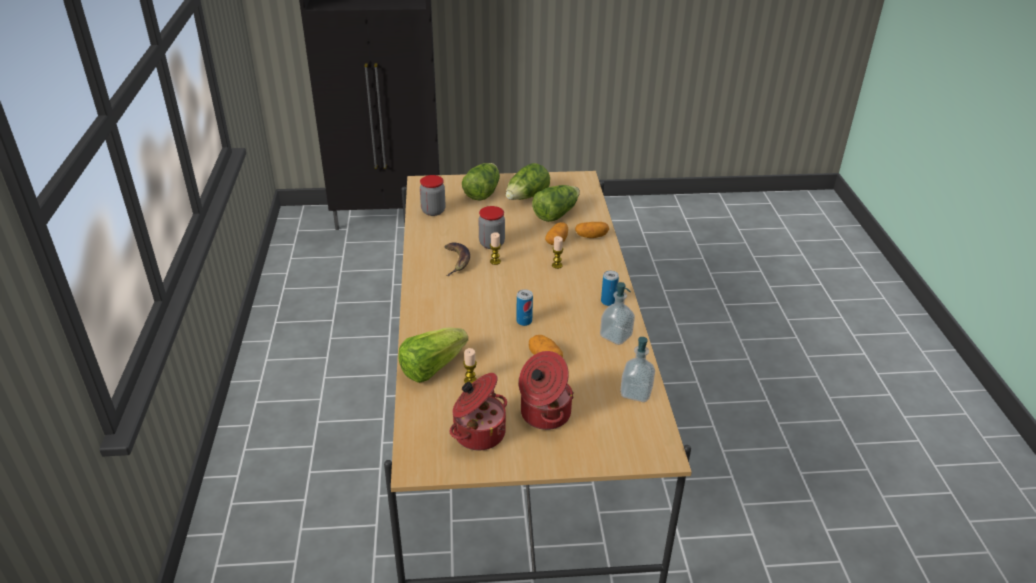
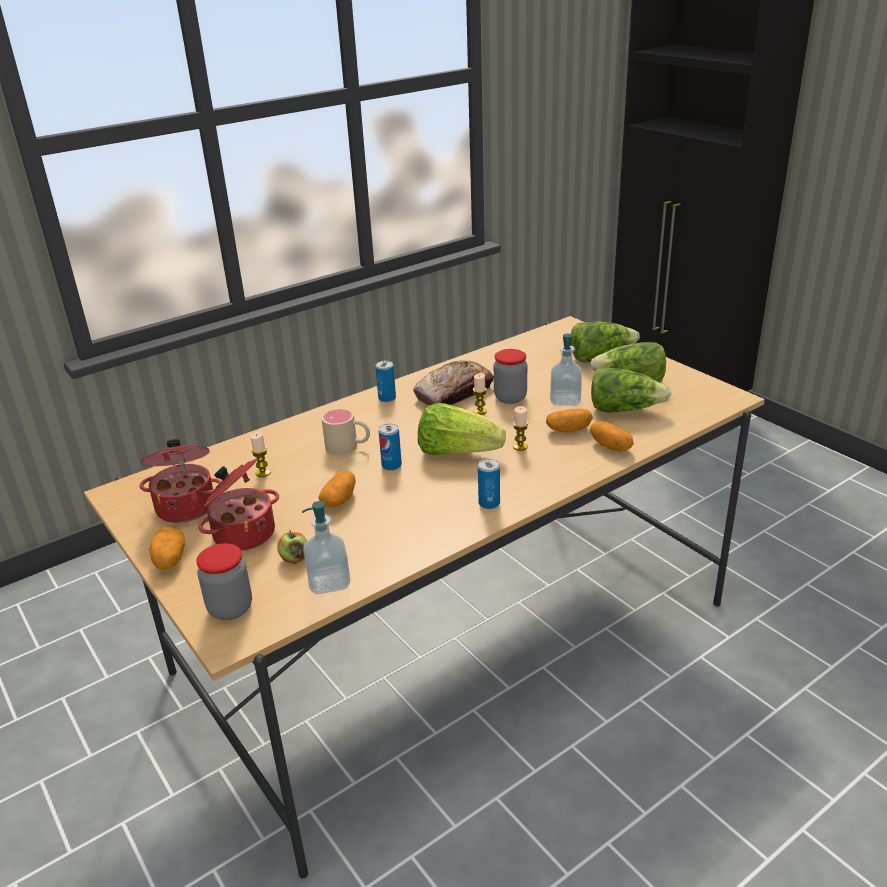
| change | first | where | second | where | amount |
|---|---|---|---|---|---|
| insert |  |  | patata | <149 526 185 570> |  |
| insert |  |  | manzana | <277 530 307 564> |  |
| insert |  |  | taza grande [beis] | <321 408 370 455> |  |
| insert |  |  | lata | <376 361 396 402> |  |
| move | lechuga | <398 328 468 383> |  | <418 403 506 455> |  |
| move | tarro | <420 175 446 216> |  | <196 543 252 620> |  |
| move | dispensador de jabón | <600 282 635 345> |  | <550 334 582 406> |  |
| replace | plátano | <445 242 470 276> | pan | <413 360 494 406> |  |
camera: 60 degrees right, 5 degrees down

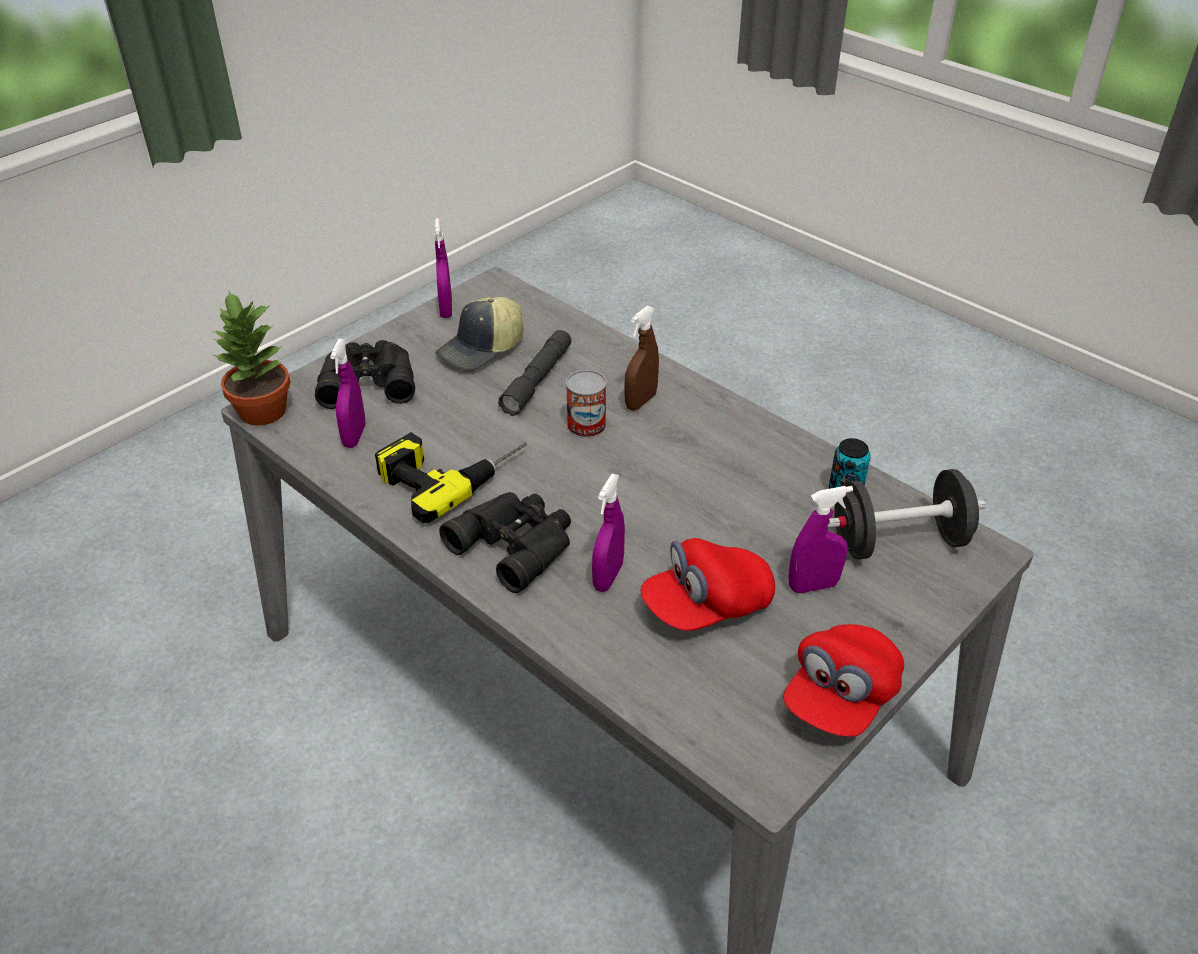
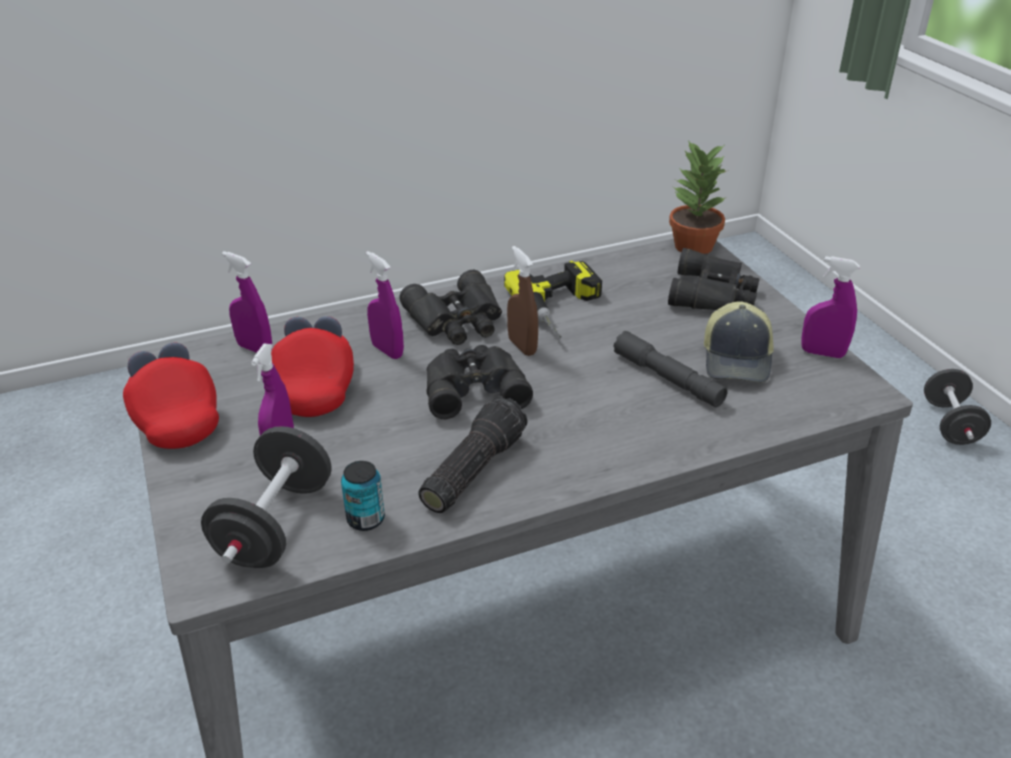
| change | first | where | second | where | amount |
|---|---|---|---|---|---|
| delete | lata | <566 370 606 438> |  |  |  |
| insert |  |  | linterna | <418 396 528 513> |  |
| insert |  |  | prismáticos [negro] | <426 345 533 419> |  |
| insert |  |  | mancuerna [negro] | <924 369 991 445> |  |
| move | pulverizador [morado] | <330 339 365 448> |  | <222 251 272 353> |  |
| move | pulverizador [marrón] | <624 306 659 411> |  | <507 246 538 356> |  |
| rotate | gorra | <435 297 524 371> |  | <704 301 774 383> | 150 degrees counterclockwise |
camera: 115 degrees right, 5 degrees down

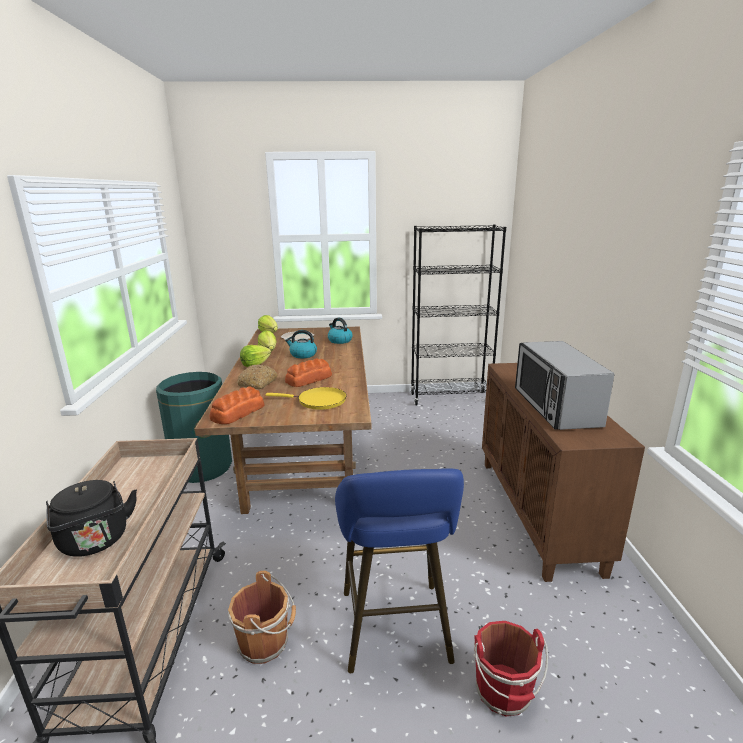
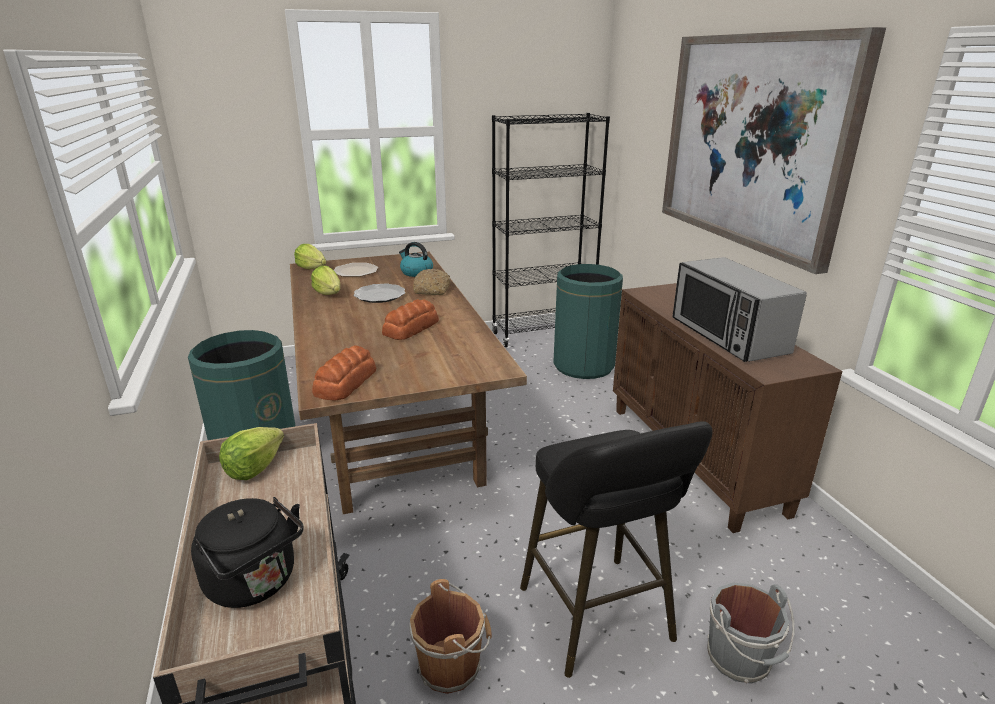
| change | first | where | second | where | amount |
|---|---|---|---|---|---|
| delete | sartén [amarillo] | <266 387 347 410> |  |  |  |
| insert |  |  | papelera [verde] | <553 264 623 379> |  |
| insert |  |  | cuadro | <662 27 886 274> |  |
| move | pan | <237 364 277 389> |  | <413 269 450 295> |  |
| move | lechuga | <240 345 271 367> |  | <219 427 284 480> |  |
| replace | hervidor | <285 330 317 358> | plato | <353 283 405 303> |  |
| recolor | taburete [azul] | <335 468 464 673> | taburete [negro] | <520 421 713 678> |  |
| recolor | cubo [rojo] | <473 621 548 716> | cubo [gris] | <707 582 795 684> |  |
camera: 15 degrees left, 5 degrees up

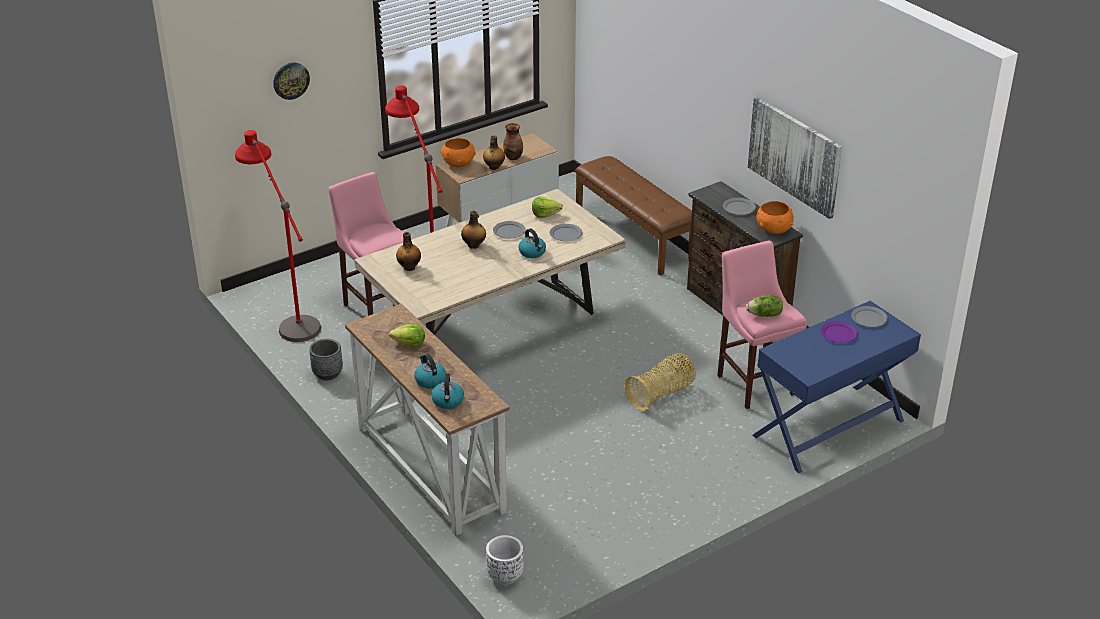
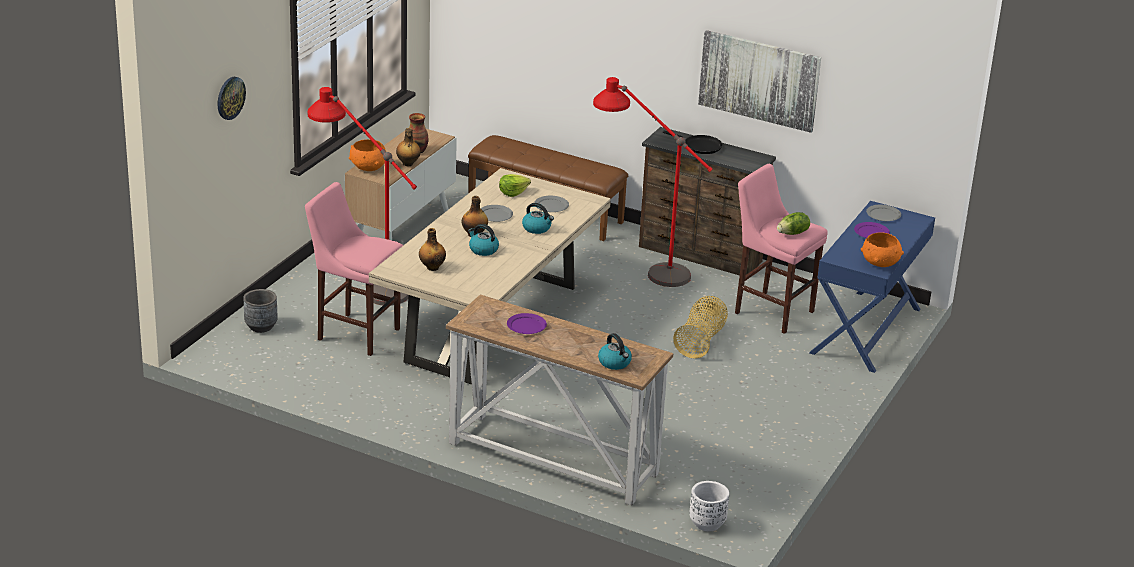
| change | first | where | second | where | amount |
|---|---|---|---|---|---|
| move | lámpara de pie [rojo] | <235 130 321 342> |  | <593 77 712 287> |  |
| move | maceta [gris] | <309 339 343 380> |  | <243 289 278 333> |  |
| move | hervidor | <414 354 446 389> |  | <468 224 499 256> |  |
| move | cuenco [naranja] | <757 201 794 234> |  | <861 232 904 267> |  |
| replace | lechuga | <389 324 425 348> | plato [morado] | <507 313 547 334> |  |
| replace | plato [gris] | <723 198 756 215> | sartén [negro] | <663 130 722 154> |  |
camera: 30 degrees left, 5 degrees down

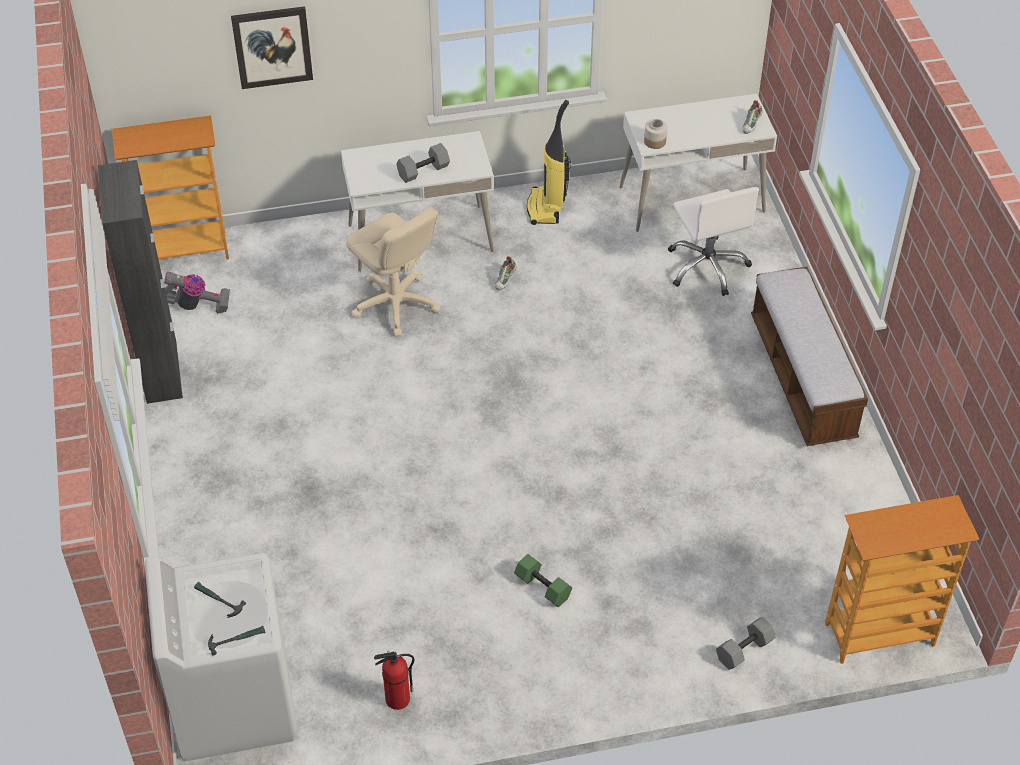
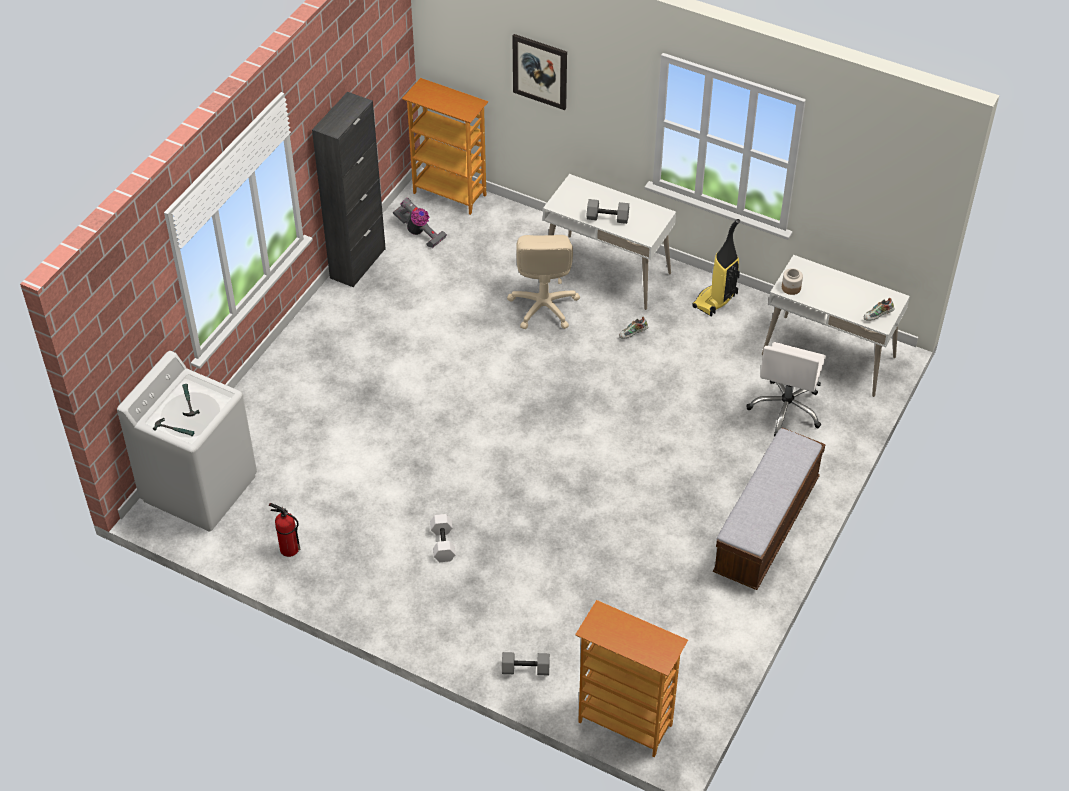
| change | first | where | second | where | amount |
|---|---|---|---|---|---|
| recolor | mancuerna [verde] | <514 554 572 607> | mancuerna [blanco] | <430 514 456 562> |  |
camera: 40 degrees right, 0 degrees up

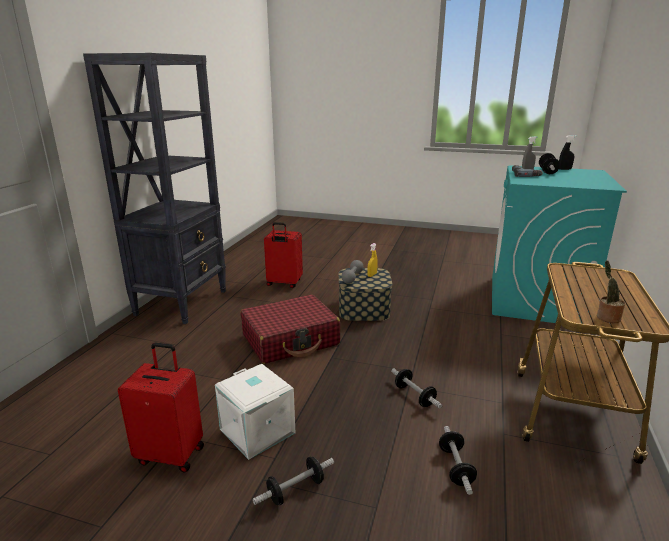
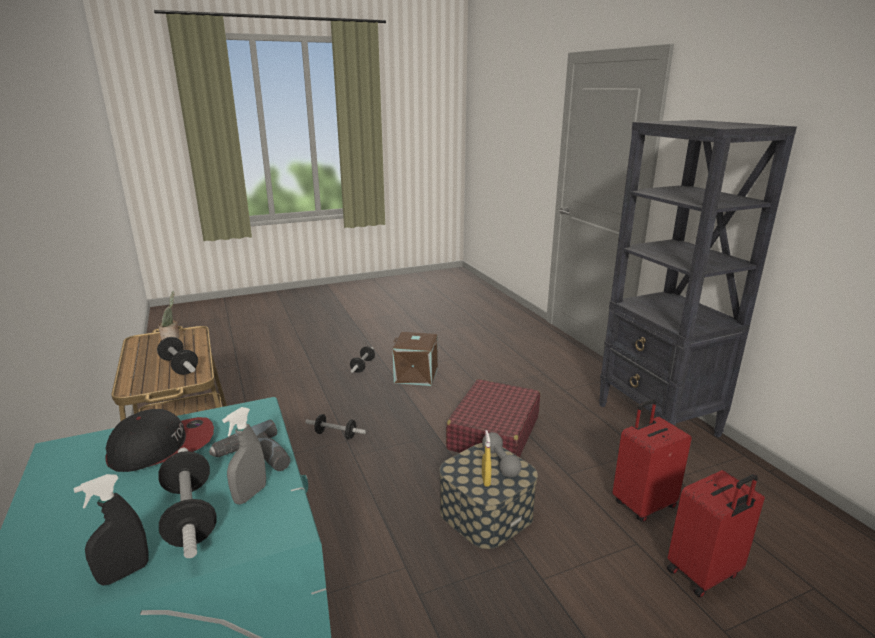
| change | first | where | second | where | amount |
|---|---|---|---|---|---|
| insert |  |  | gorra | <105 409 214 472> |  |
| move | maleta [rojo] | <118 343 204 472> |  | <667 470 765 598> |  |
| move | mancuerna | <439 426 477 495> |  | <157 337 198 375> |  |
| recolor | caja de almacenaje [blanco] | <215 364 295 460> | caja de almacenaje [marrón] | <393 332 438 386> |  |
camera: 140 degrees right, 0 degrees up

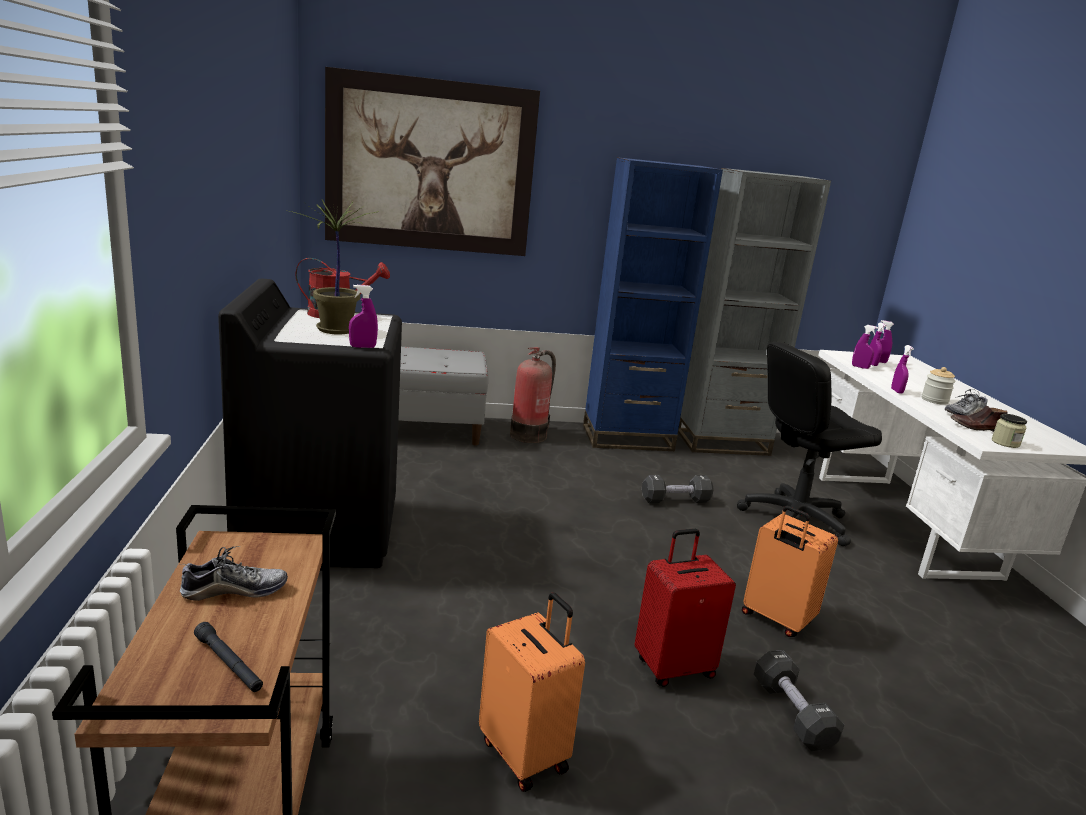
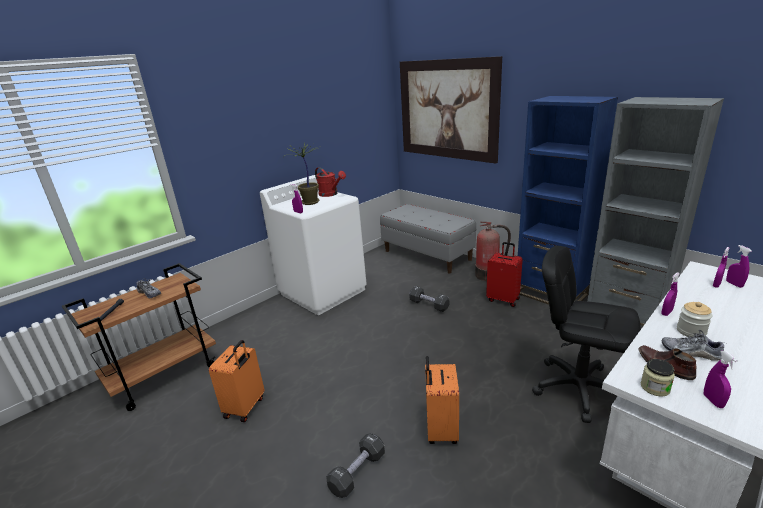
| change | first | where | second | where | amount |
|---|---|---|---|---|---|
| move | maleta [rojo] | <634 529 736 687> |  | <486 242 523 307> |  |
| move | mancuerna [negro] | <642 475 714 503> |  | <409 286 449 312> |  |
| move | pulverizador [morado] | <852 325 878 369> |  | <704 351 738 408> |  |
| recolor | lavadora [negro] | <218 278 402 568> | lavadora [blanco] | <260 175 367 315> |  |
camera: 55 degrees right, 5 degrees up

